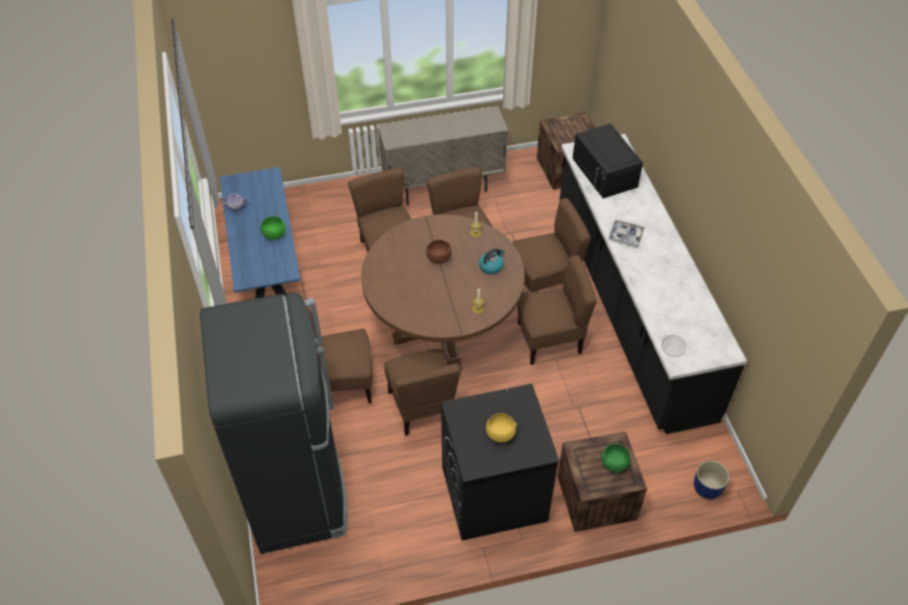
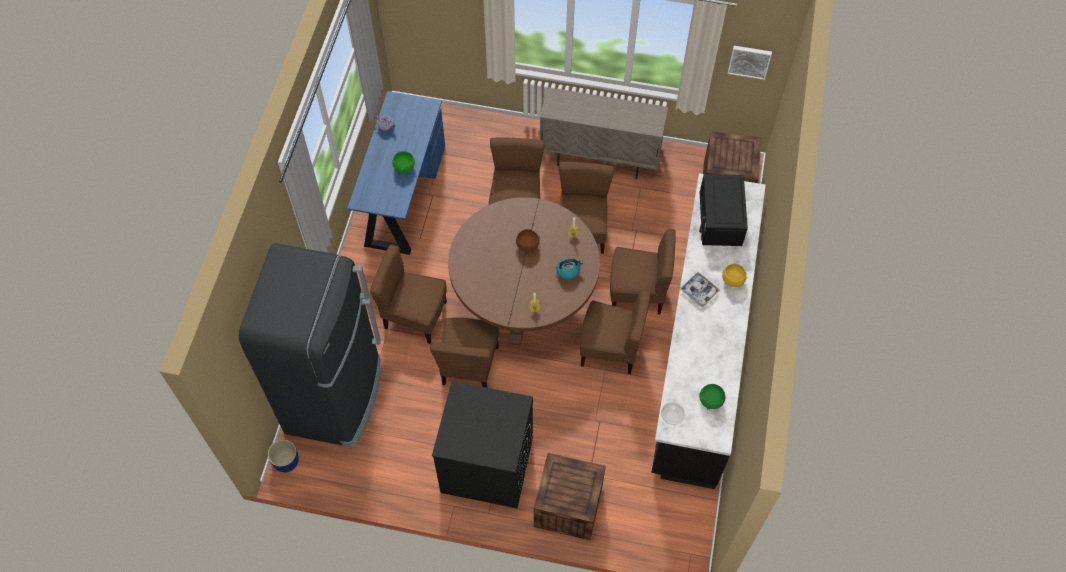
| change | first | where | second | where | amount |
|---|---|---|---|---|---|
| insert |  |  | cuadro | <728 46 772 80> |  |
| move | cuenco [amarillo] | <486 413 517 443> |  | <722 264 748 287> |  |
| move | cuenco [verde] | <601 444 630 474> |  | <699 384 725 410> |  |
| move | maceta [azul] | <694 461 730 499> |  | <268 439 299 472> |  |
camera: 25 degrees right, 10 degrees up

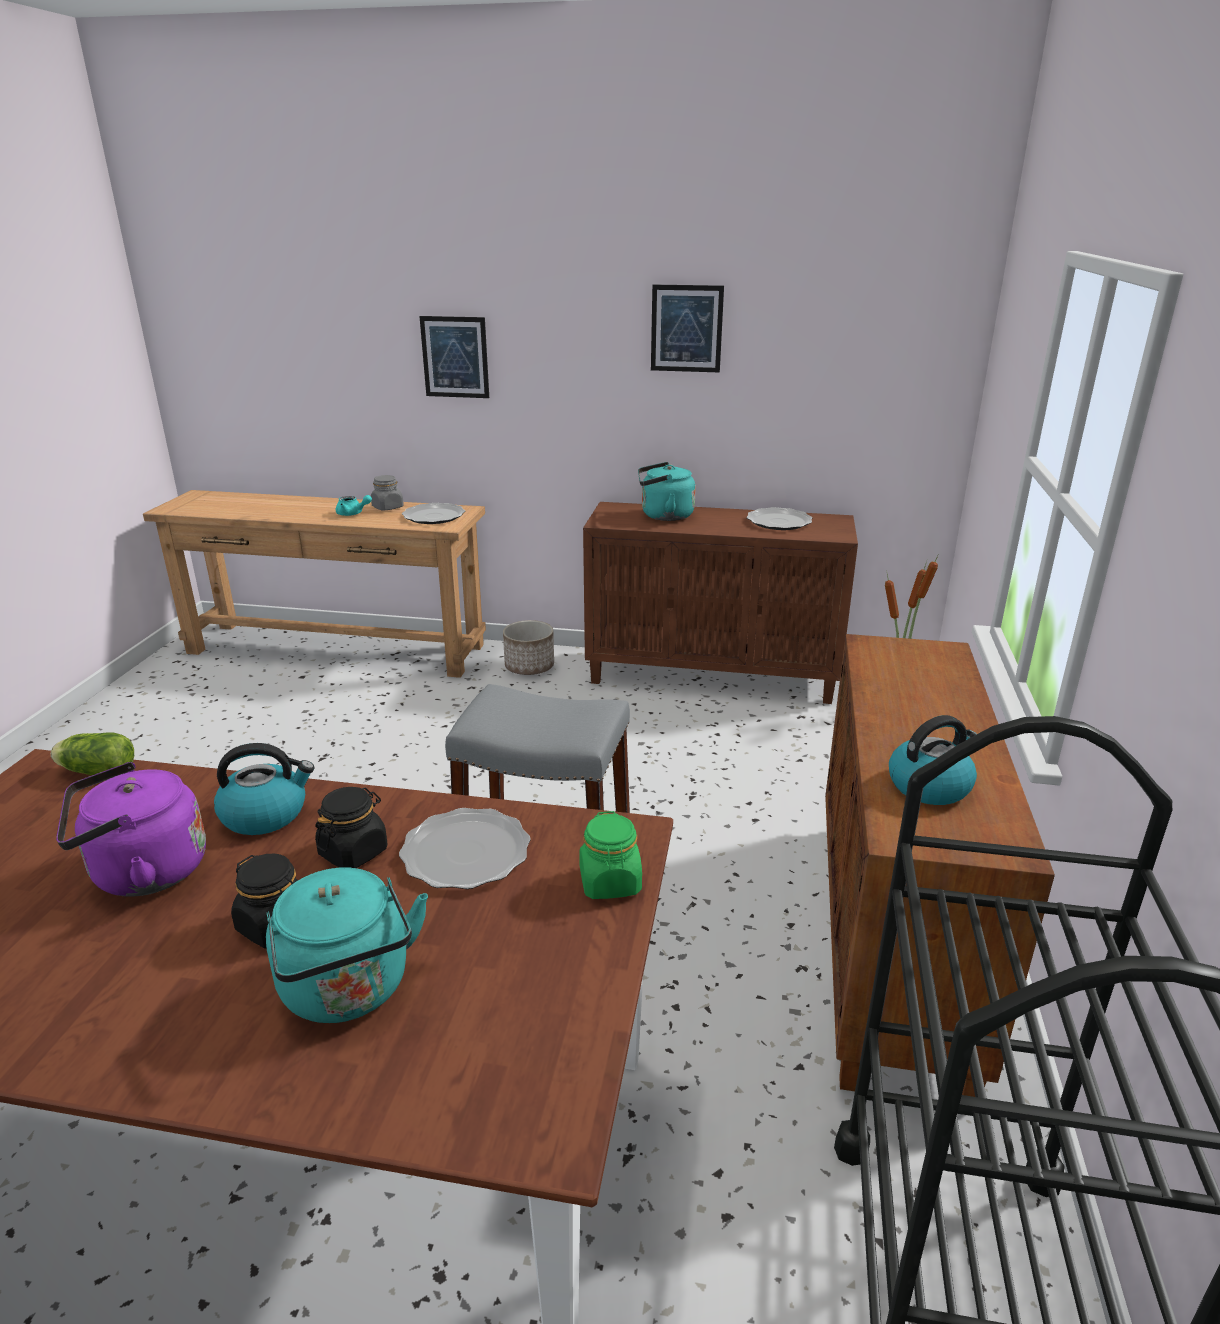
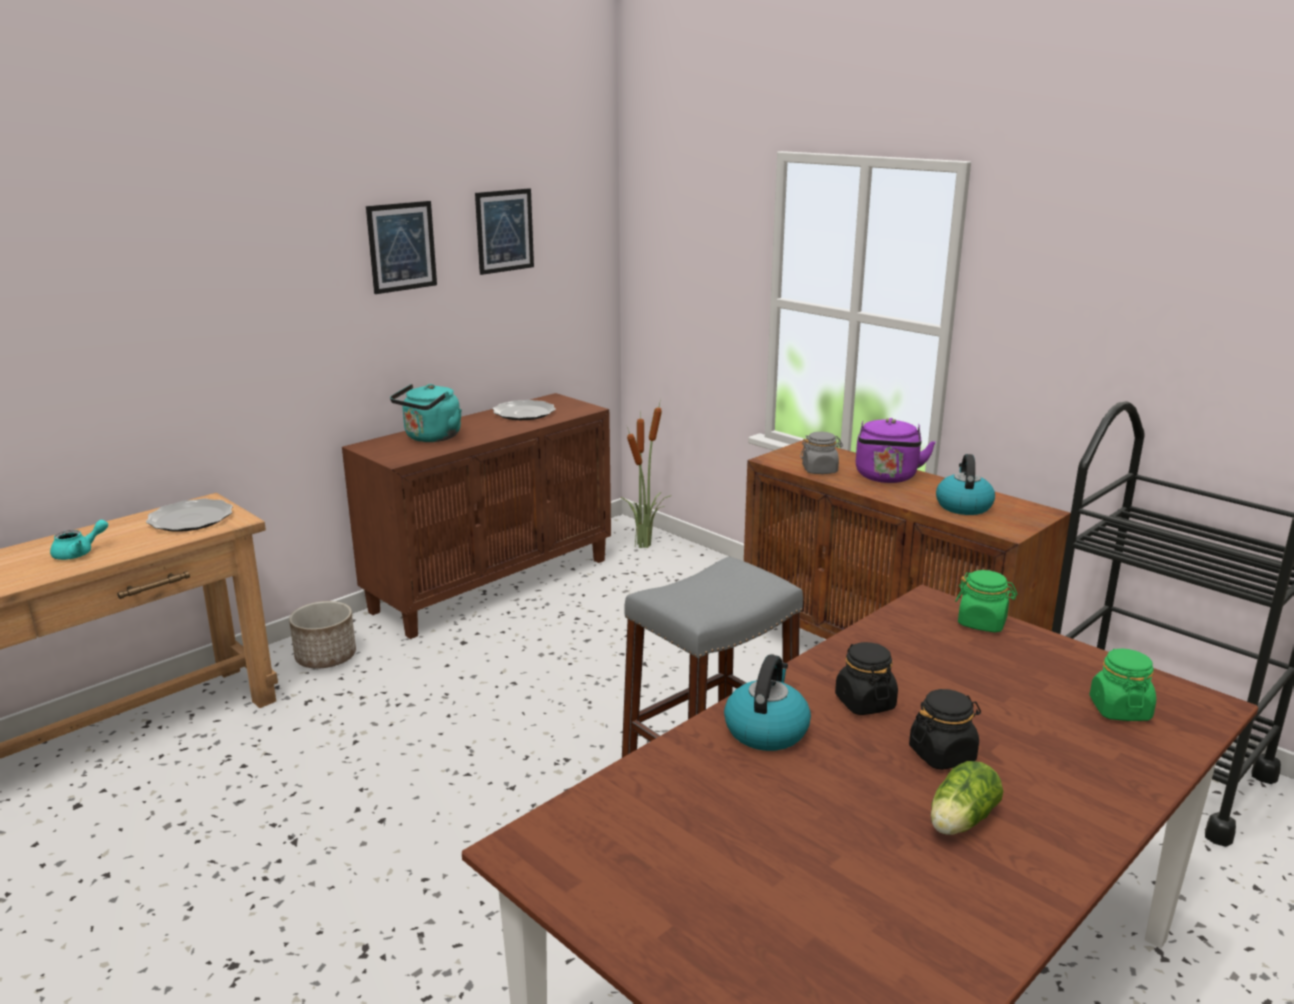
| change | first | where | second | where | amount |
|---|---|---|---|---|---|
| delete | hervidor [turquesa] | <266 867 428 1023> |  |  |  |
| delete | plato | <399 808 531 889> |  |  |  |
| insert |  |  | tarro [verde] | <1090 649 1156 721> |  |
| move | lechuga | <51 733 134 775> |  | <931 761 1003 835> |  |
| move | hervidor [morado] | <56 762 206 897> |  | <856 418 936 483> |  |
| move | tarro [gris] | <371 475 404 510> |  | <800 432 843 474> |  |
| move | cuadro | <419 316 489 398> |  | <475 188 534 275> |  |
camera: 55 degrees left, 5 degrees down

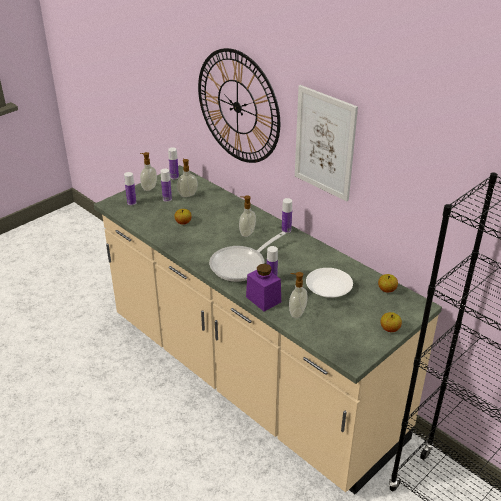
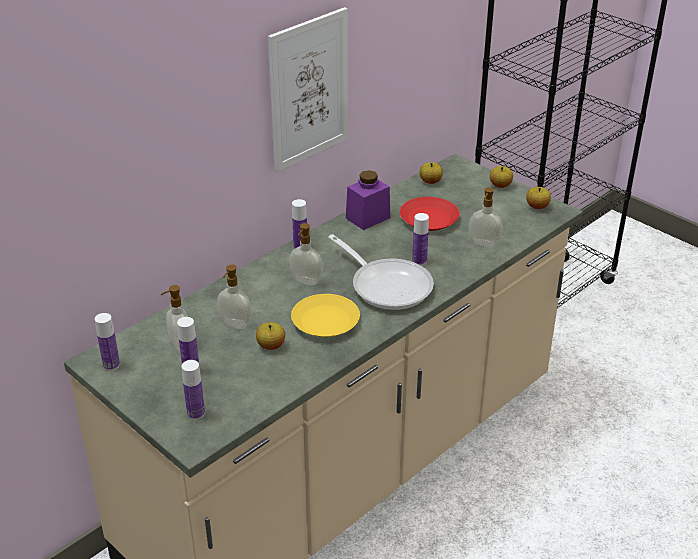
| change | first | where | second | where | amount |
|---|---|---|---|---|---|
| delete | reloj de pared | <198 48 280 163> |  |  |  |
| insert |  |  | plato [amarillo] | <291 294 360 337> |  |
| insert |  |  | manzana | <526 187 551 209> |  |
| move | dispensador de jabón | <140 152 157 191> |  | <217 265 252 329> |  |
| move | tarro [morado] | <246 264 281 311> |  | <346 170 391 230> |  |
| recolor | plato [blanco] | <306 268 353 298> | plato [rojo] | <400 197 460 231> |  |
camera: 90 degrees left, 0 degrees up

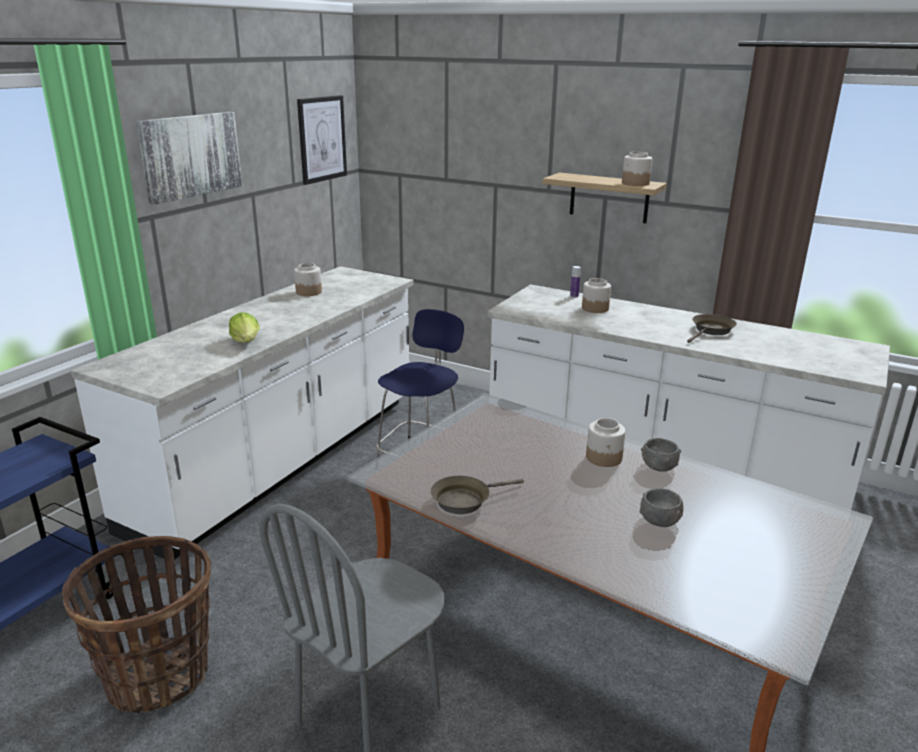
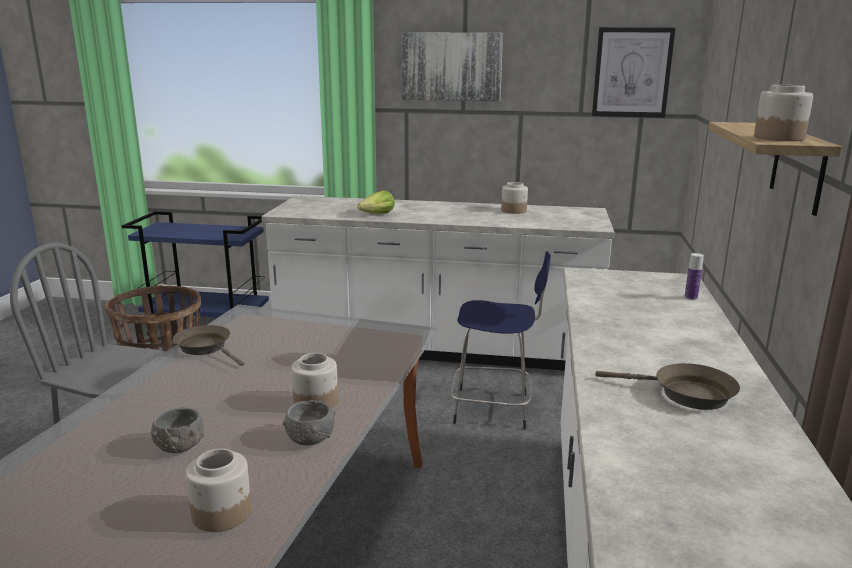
| change | first | where | second | where | amount |
|---|---|---|---|---|---|
| move | tarro | <582 278 611 313> |  | <186 449 251 532> |  |
camera: 70 degrees right, 5 degrees down

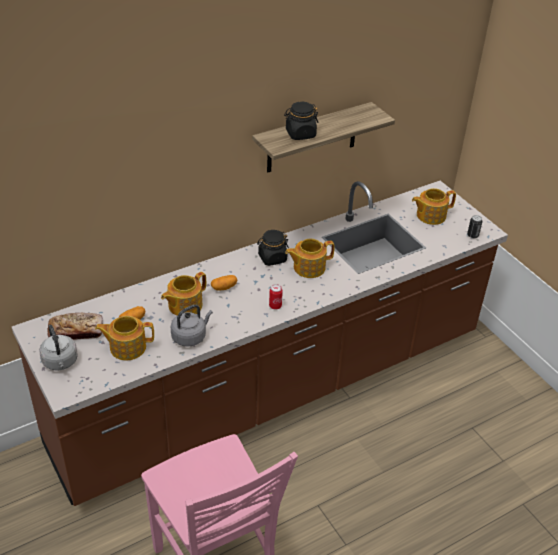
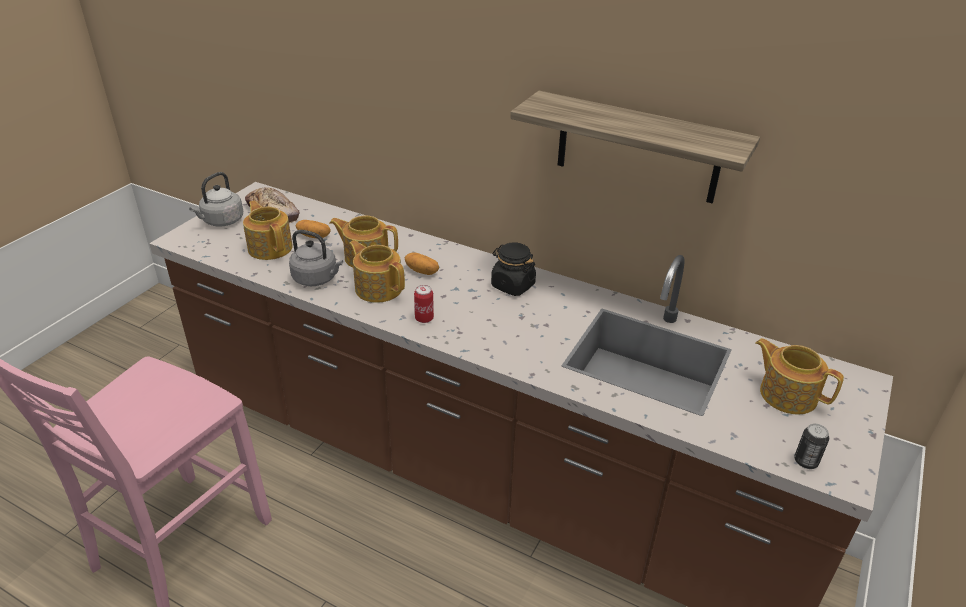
| change | first | where | second | where | amount |
|---|---|---|---|---|---|
| delete | tarro [negro] | <284 101 318 140> |  |  |  |
| move | tetera | <285 239 335 278> |  | <349 240 405 303> |  |
camera: 60 degrees right, 5 degrees down

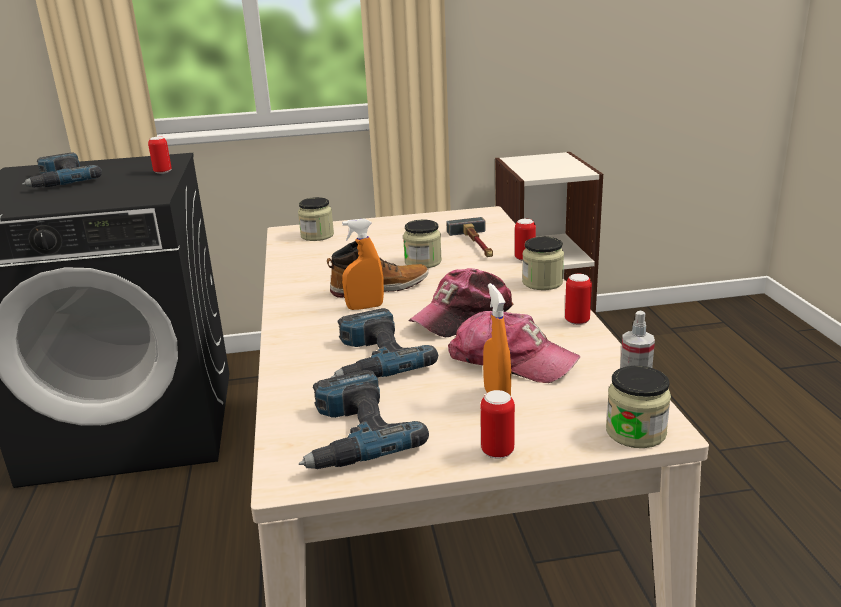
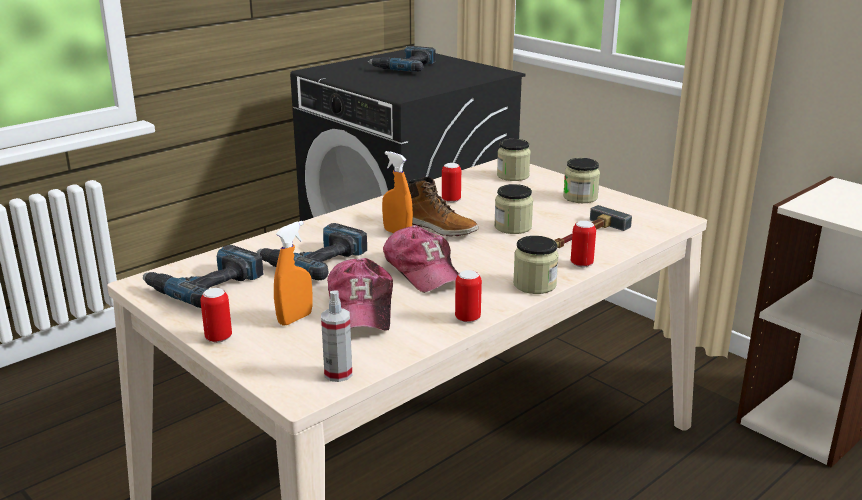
| change | first | where | second | where | amount |
|---|---|---|---|---|---|
| move | lata | <148 136 172 174> |  | <442 163 461 203> |  |
| move | tarro | <606 366 671 448> |  | <563 158 600 203> |  |
| rotate | gorra | <409 268 513 337> |  | <383 225 459 293> | 135 degrees counterclockwise |
camera: 55 degrees right, 0 degrees up

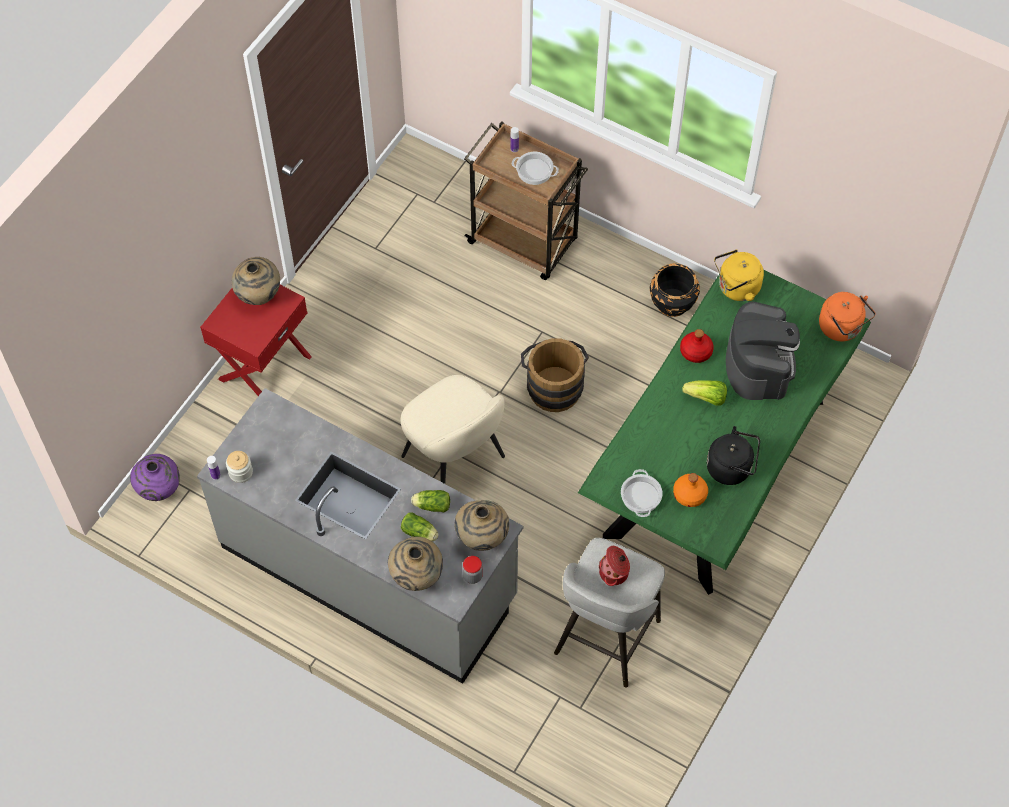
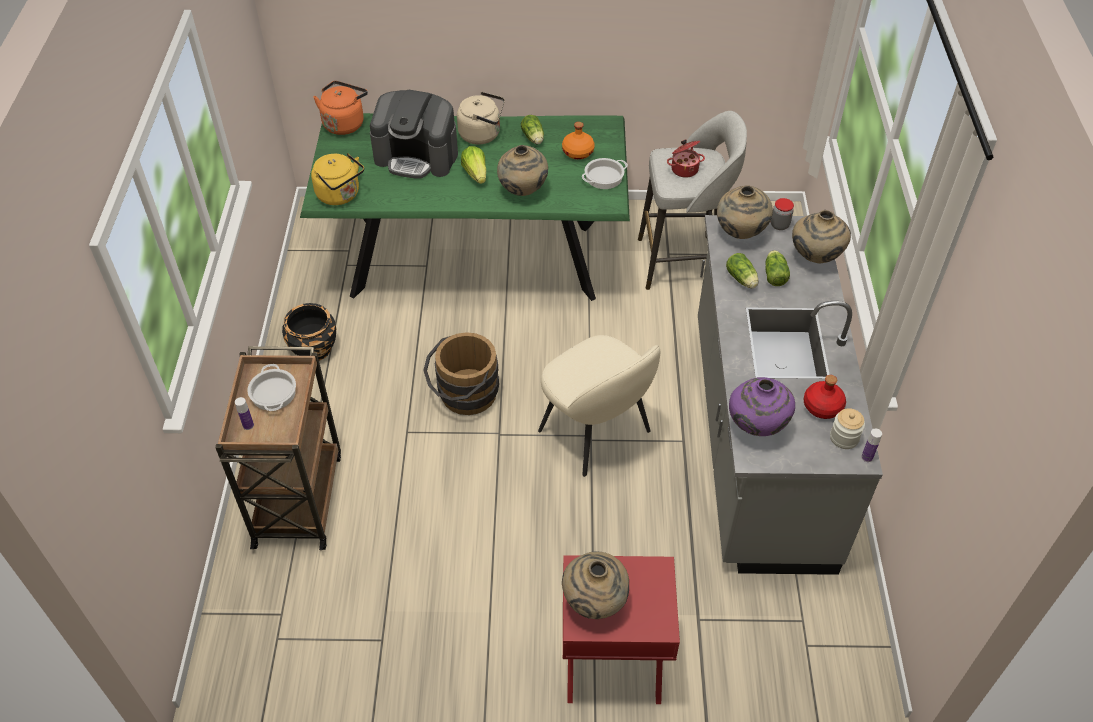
| change | first | where | second | where | amount |
|---|---|---|---|---|---|
| insert |  |  | hervidor [beis] | <457 92 505 145> |  |
| insert |  |  | florero [beis] | <497 145 548 196> |  |
| move | florero [morado] | <130 454 180 501> |  | <729 377 795 436> |  |
| move | botella [rojo] | <680 329 714 363> |  | <804 375 846 419> |  |
| replace | hervidor [negro] | <707 426 760 485> | lechuga | <521 115 544 144> |  |
| rotate | silla [beis] | <401 375 505 484> |  | <538 335 660 477> | 120 degrees clockwise |
| rotate | cafetera | <726 301 800 400> |  | <370 90 458 178> | 135 degrees counterclockwise |
camera: 120 degrees left, 10 degrees down

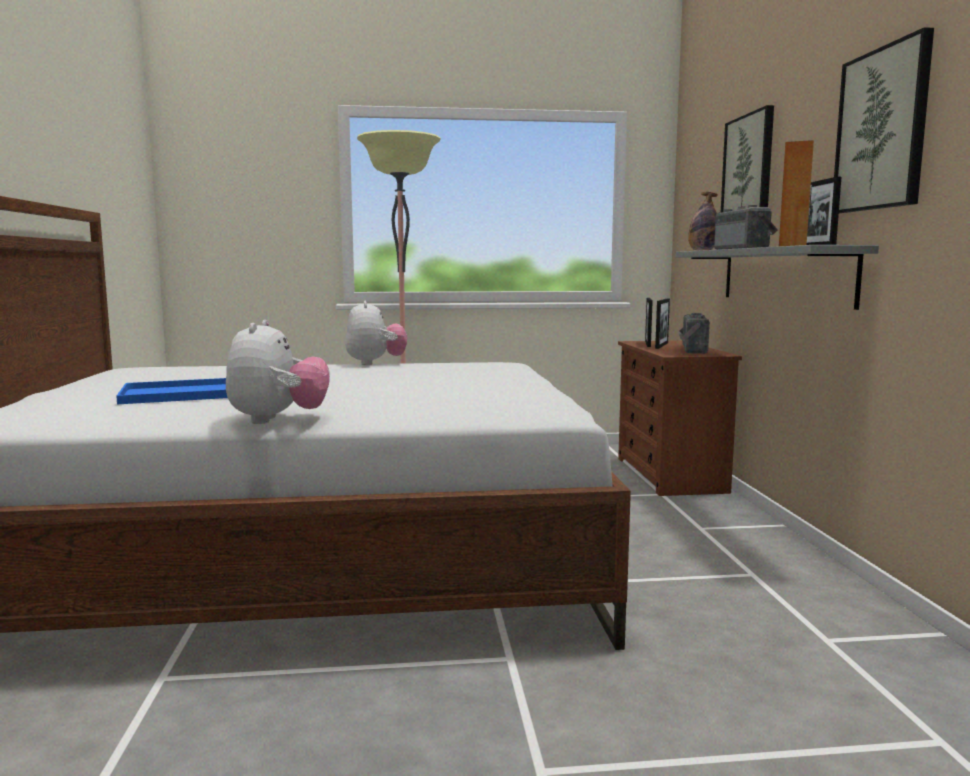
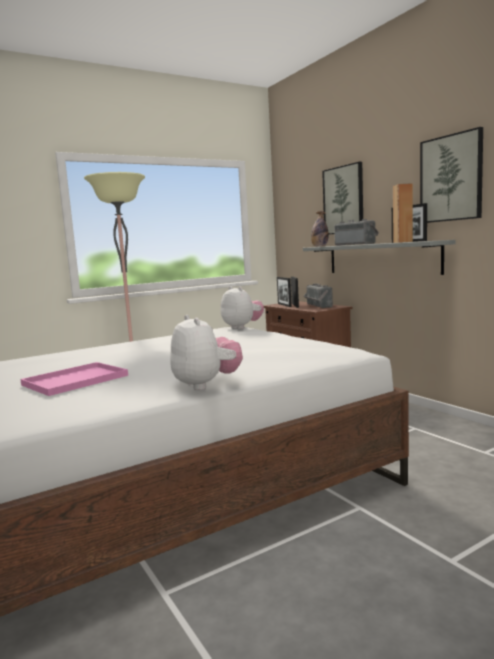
| change | first | where | second | where | amount |
|---|---|---|---|---|---|
| move | peluche | <345 300 407 365> |  | <221 286 264 329> |  |
| recolor | bandeja [azul] | <116 378 227 404> | bandeja [rosa] | <20 362 128 396> |  |
camera: 25 degrees left, 0 degrees up

